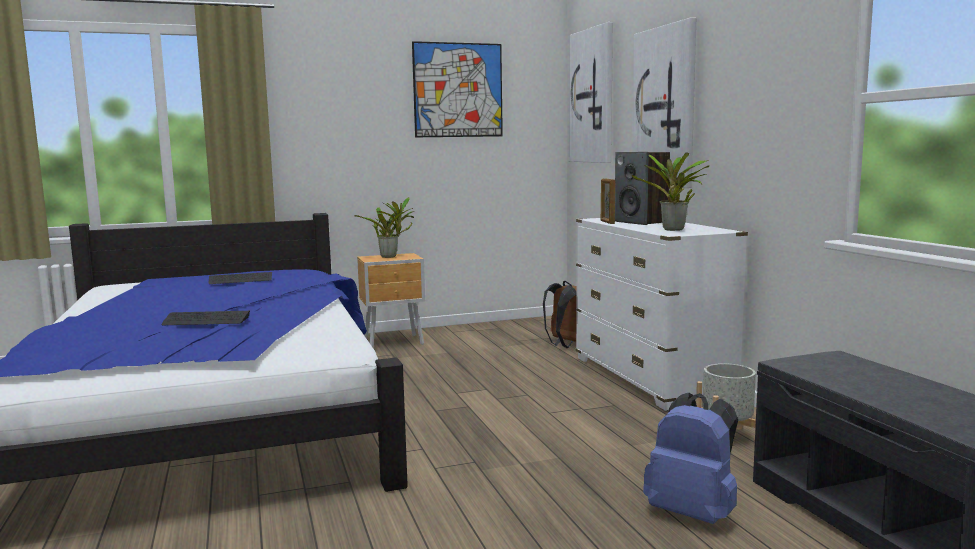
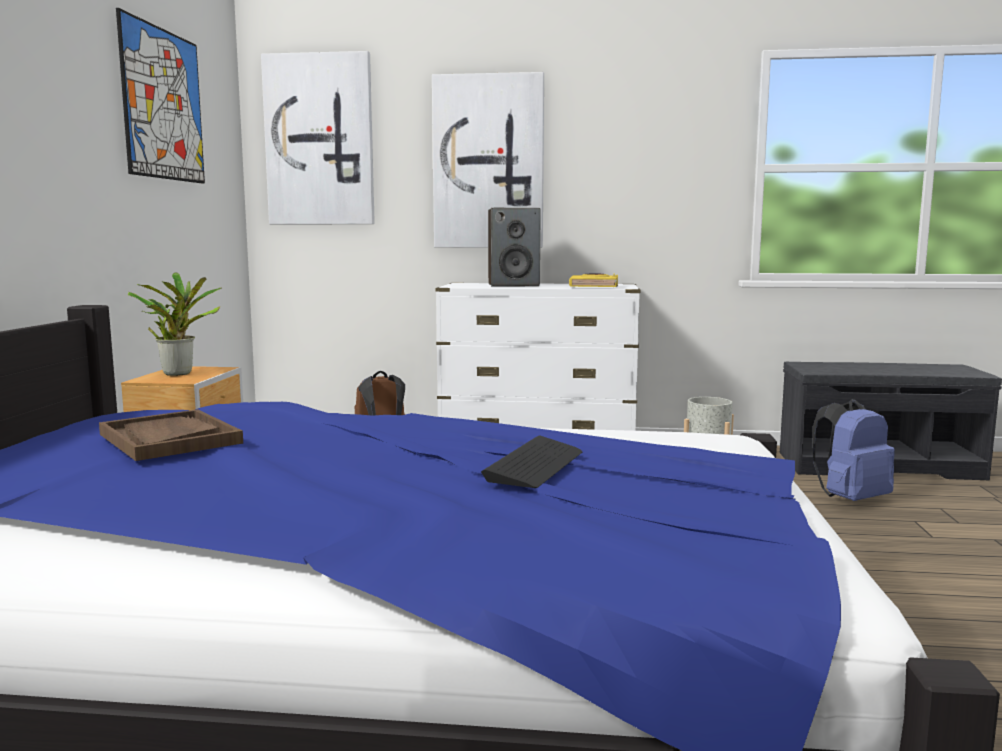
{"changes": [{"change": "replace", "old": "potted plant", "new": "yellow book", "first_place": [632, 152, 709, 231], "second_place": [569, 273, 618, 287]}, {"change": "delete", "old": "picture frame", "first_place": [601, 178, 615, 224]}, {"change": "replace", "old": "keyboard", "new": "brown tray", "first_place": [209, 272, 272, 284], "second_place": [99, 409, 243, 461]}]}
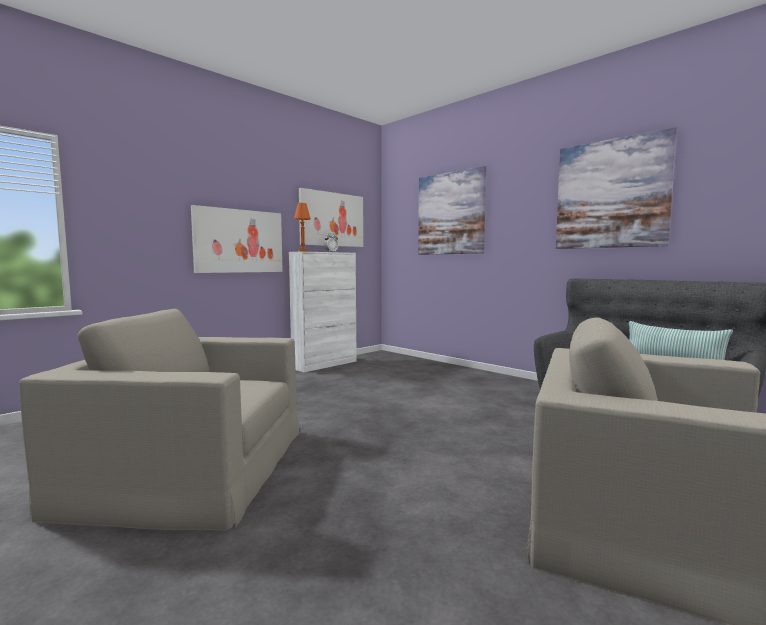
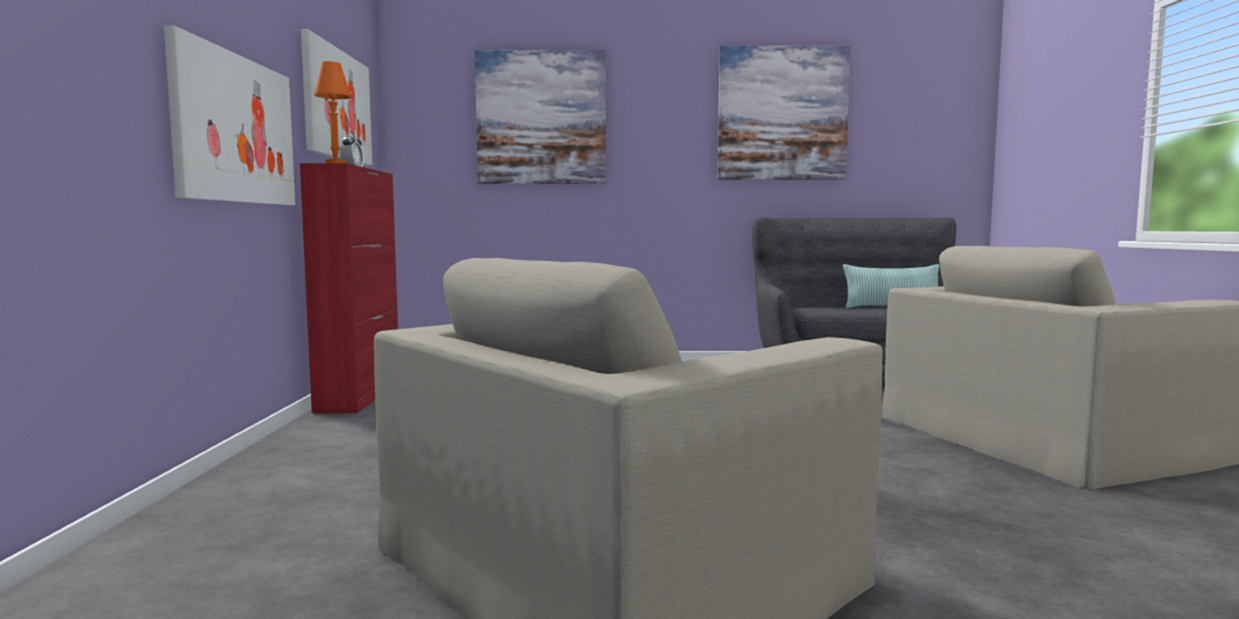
{"changes": [{"change": "recolor", "old": "white cabinet", "new": "red cabinet", "first_place": [289, 251, 357, 372], "second_place": [300, 163, 398, 413]}]}
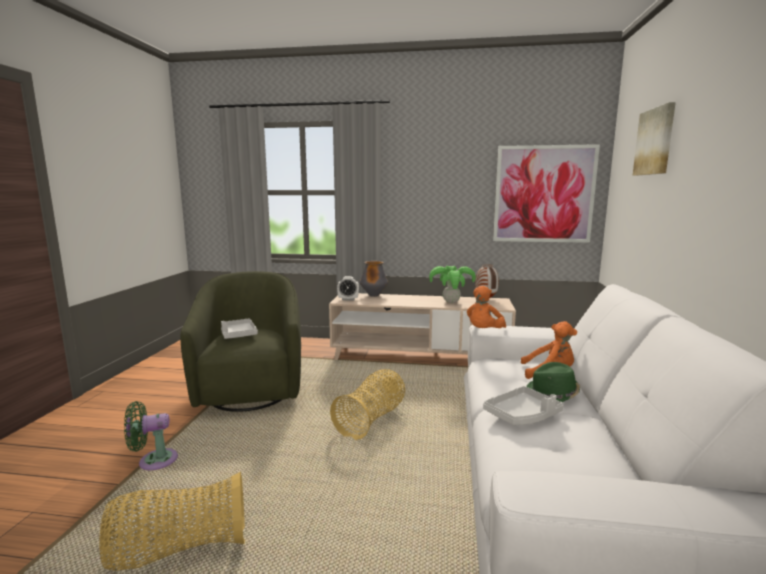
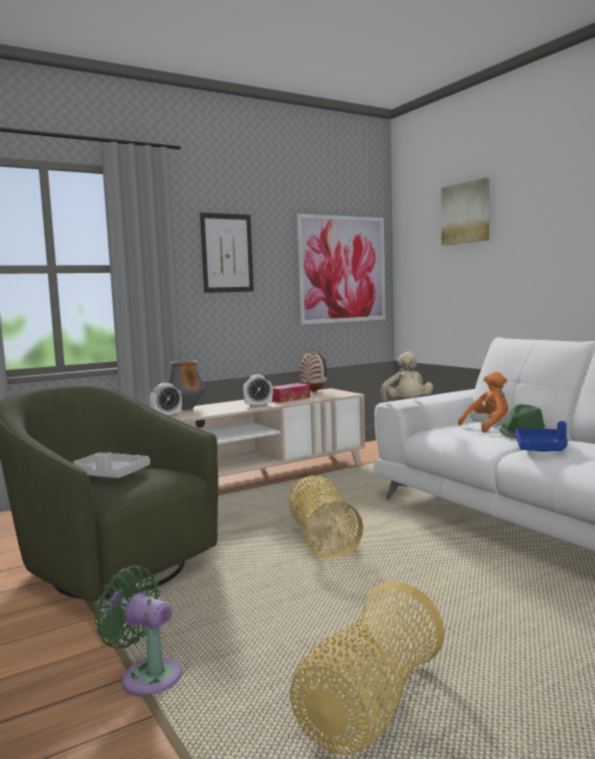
{"changes": [{"change": "replace", "old": "potted plant", "new": "tissue box", "first_place": [429, 266, 476, 303], "second_place": [272, 383, 311, 403]}, {"change": "recolor", "old": "orange plush toy", "new": "beige plush toy", "first_place": [467, 286, 506, 328], "second_place": [381, 352, 433, 402]}, {"change": "recolor", "old": "grey tray", "new": "blue tray", "first_place": [483, 386, 563, 425], "second_place": [515, 421, 568, 452]}, {"change": "rotate", "old": "green fan", "first_place": [124, 401, 178, 470], "second_place": [94, 566, 182, 697], "degrees": 90}, {"change": "insert", "new": "picture", "second_place": [200, 213, 254, 293]}, {"change": "insert", "new": "alarm clock", "second_place": [243, 375, 273, 408]}]}
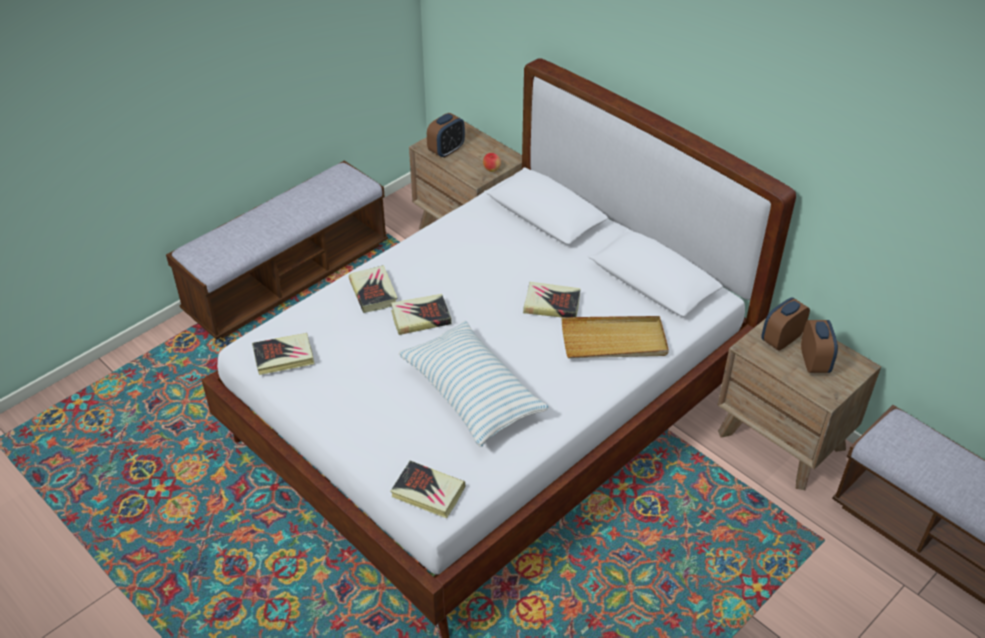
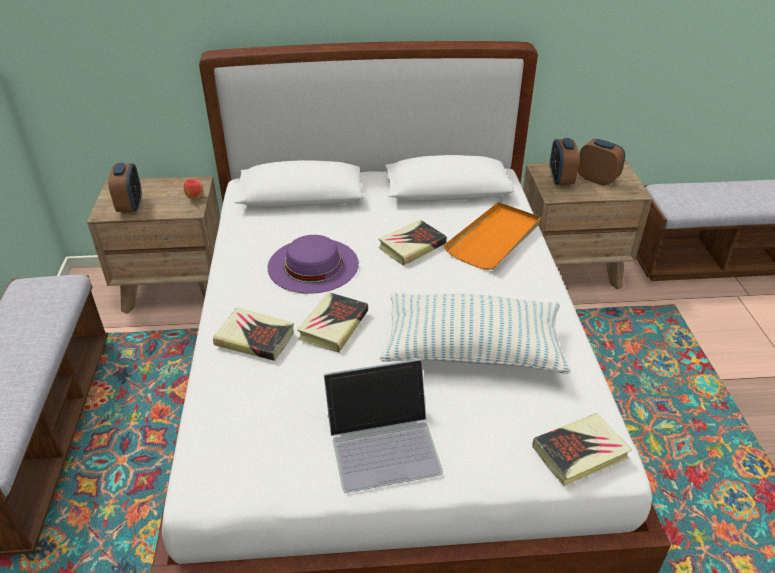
{"changes": [{"change": "recolor", "old": "beige tray", "new": "orange tray", "first_place": [562, 316, 669, 358], "second_place": [444, 202, 541, 270]}, {"change": "delete", "old": "book", "first_place": [252, 333, 315, 375]}, {"change": "insert", "new": "purple hat", "second_place": [268, 235, 359, 294]}, {"change": "insert", "new": "laptop", "second_place": [324, 359, 443, 493]}]}
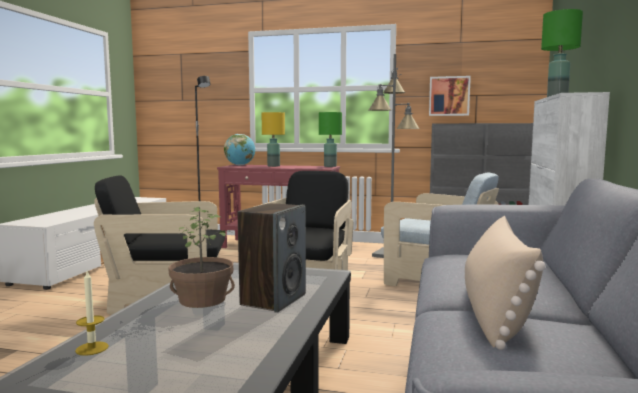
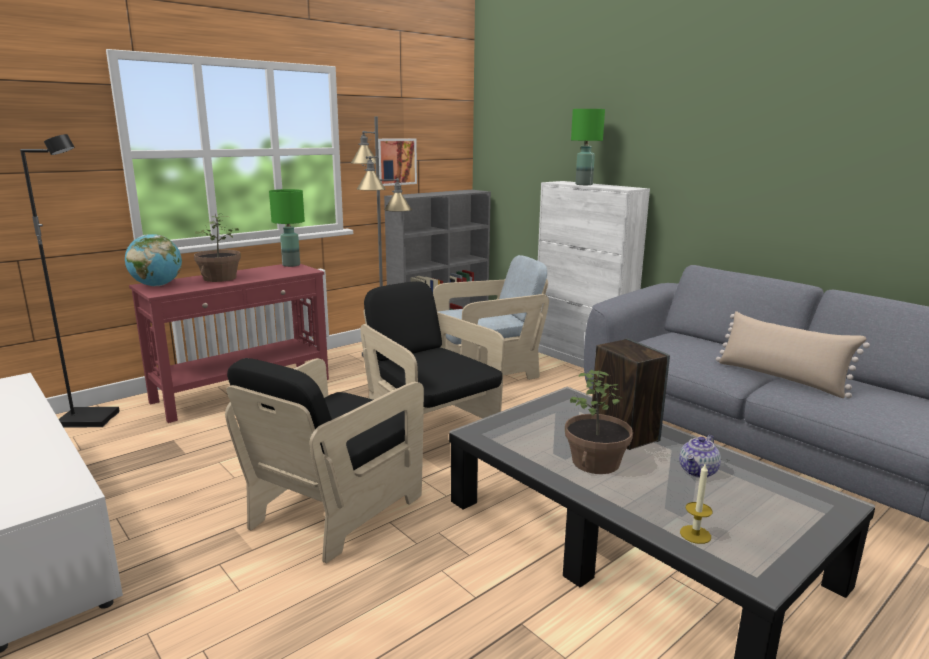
{"changes": [{"change": "replace", "old": "yellow table lamp", "new": "potted plant", "first_place": [262, 112, 285, 167], "second_place": [194, 214, 241, 282]}, {"change": "insert", "new": "teapot", "second_place": [679, 435, 721, 478]}]}
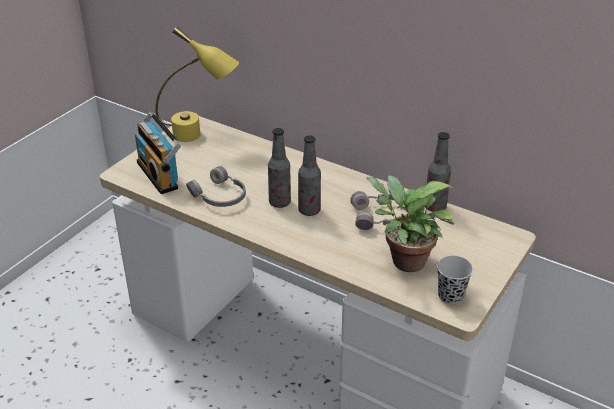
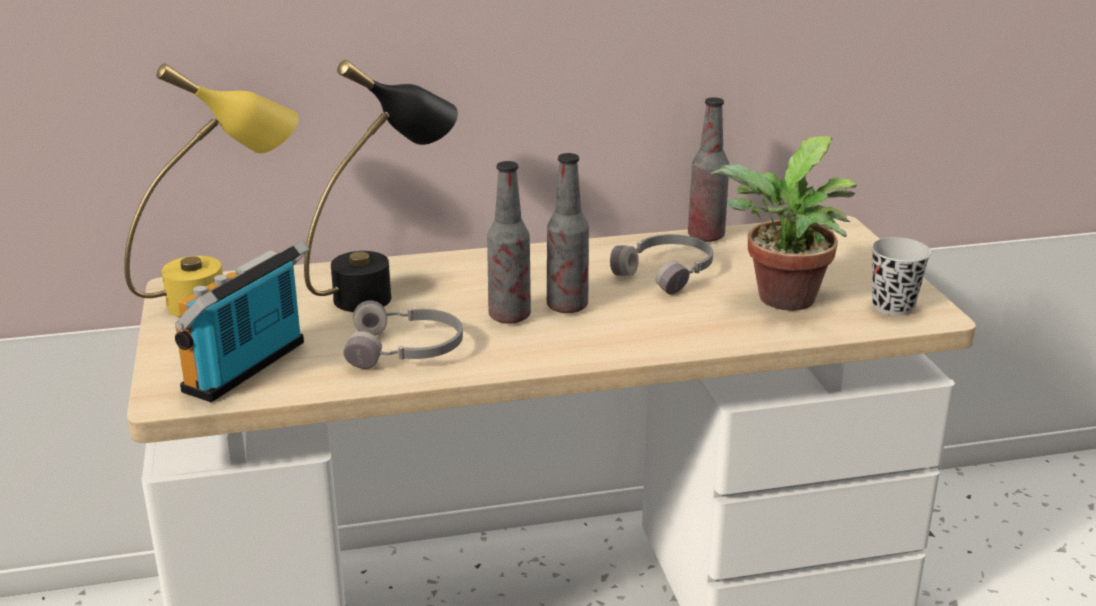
{"changes": [{"change": "rotate", "old": "radio", "first_place": [135, 111, 181, 194], "second_place": [175, 241, 310, 403], "degrees": 105}, {"change": "insert", "new": "black table lamp", "second_place": [304, 60, 458, 312]}]}
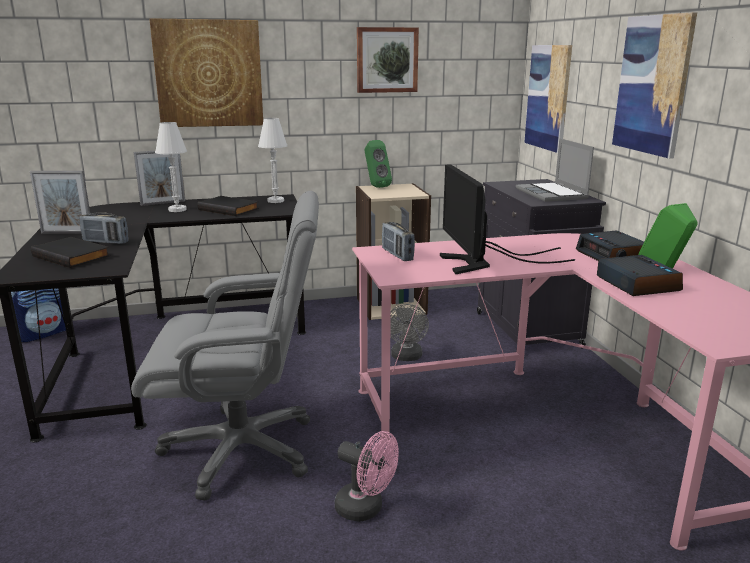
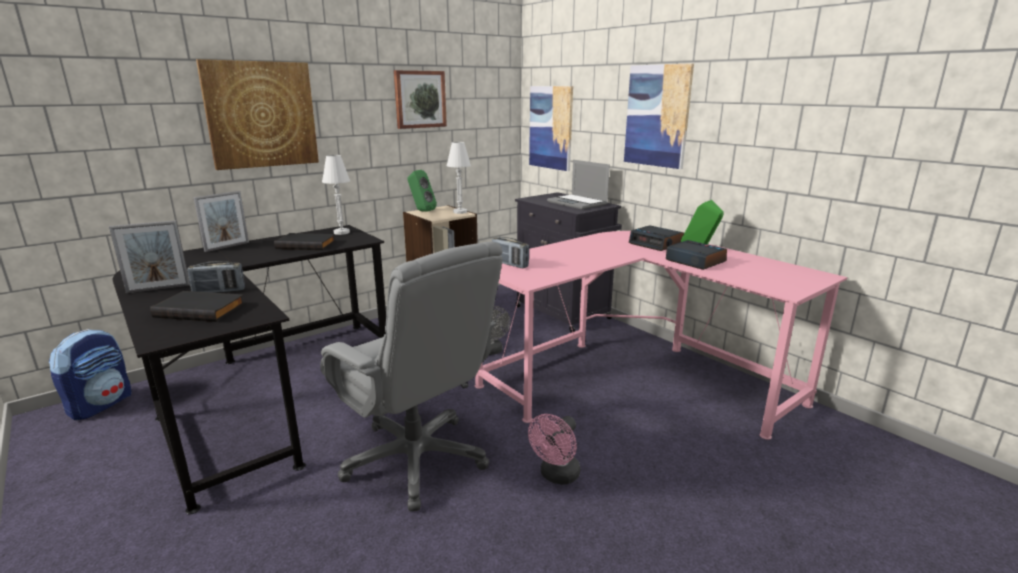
{"changes": [{"change": "move", "old": "white table lamp", "first_place": [155, 122, 187, 212], "second_place": [447, 142, 471, 214]}, {"change": "delete", "old": "monitor", "first_place": [440, 165, 575, 274]}, {"change": "rotate", "old": "grey office chair", "first_place": [131, 191, 319, 501], "second_place": [320, 242, 503, 512], "degrees": 75}, {"change": "rotate", "old": "pink fan", "first_place": [335, 431, 399, 522], "second_place": [528, 414, 580, 485], "degrees": 120}]}
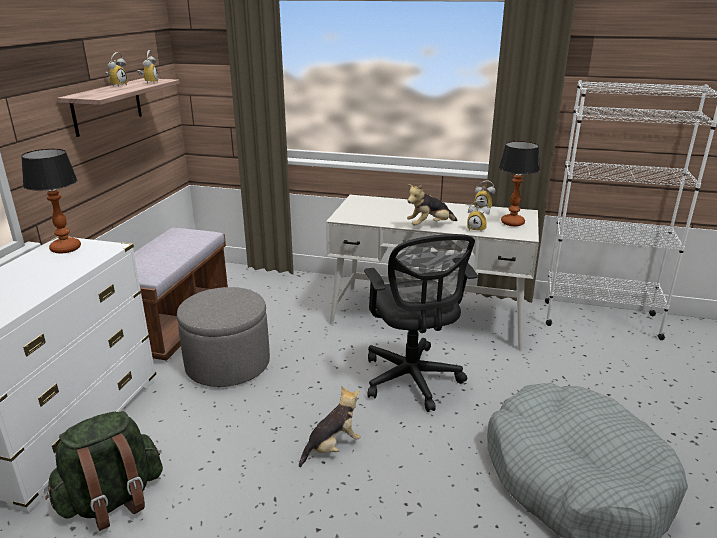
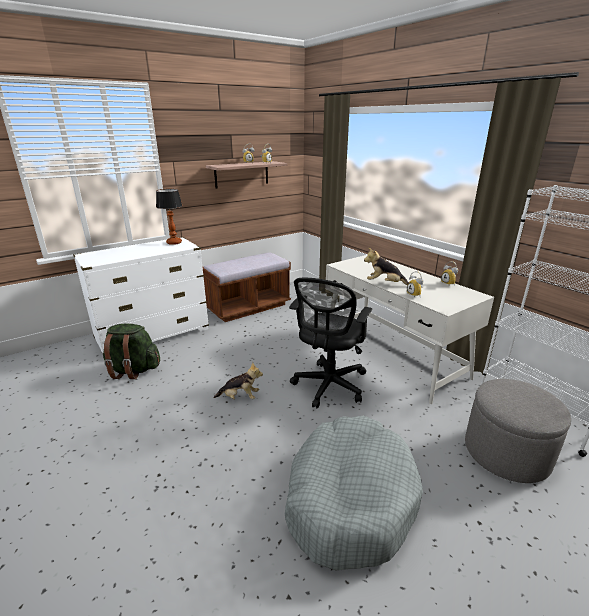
{"changes": [{"change": "delete", "old": "table lamp", "first_place": [499, 141, 540, 226]}, {"change": "move", "old": "grey ottoman", "first_place": [177, 287, 270, 387], "second_place": [465, 379, 571, 483]}]}
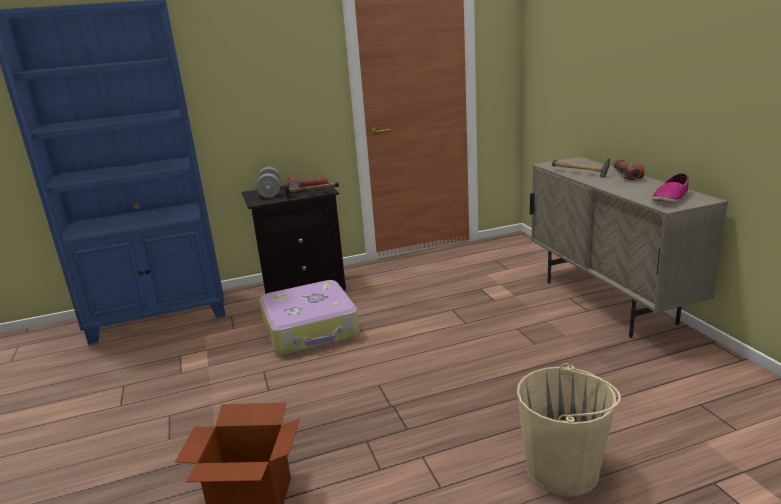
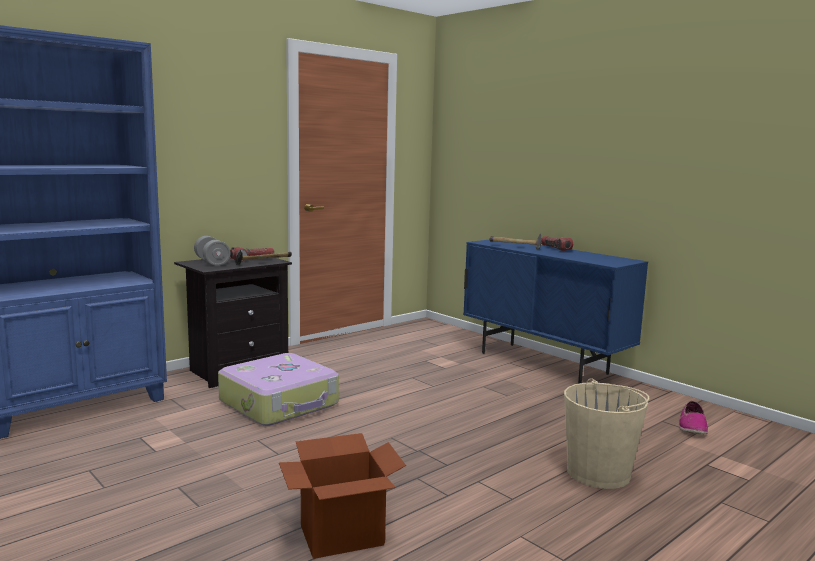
{"changes": [{"change": "recolor", "old": "beige cabinet", "new": "blue cabinet", "first_place": [530, 157, 728, 338], "second_place": [463, 239, 648, 384]}, {"change": "move", "old": "shoe", "first_place": [652, 173, 689, 203], "second_place": [679, 401, 708, 435]}]}
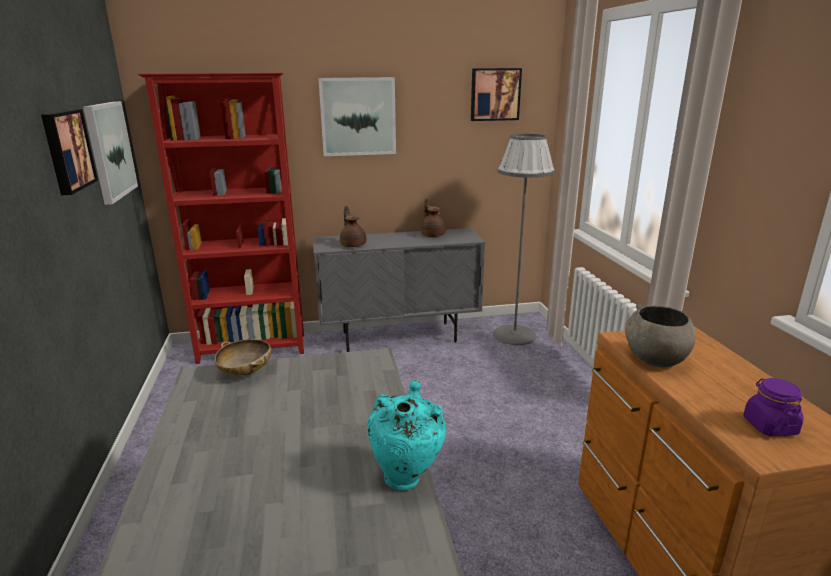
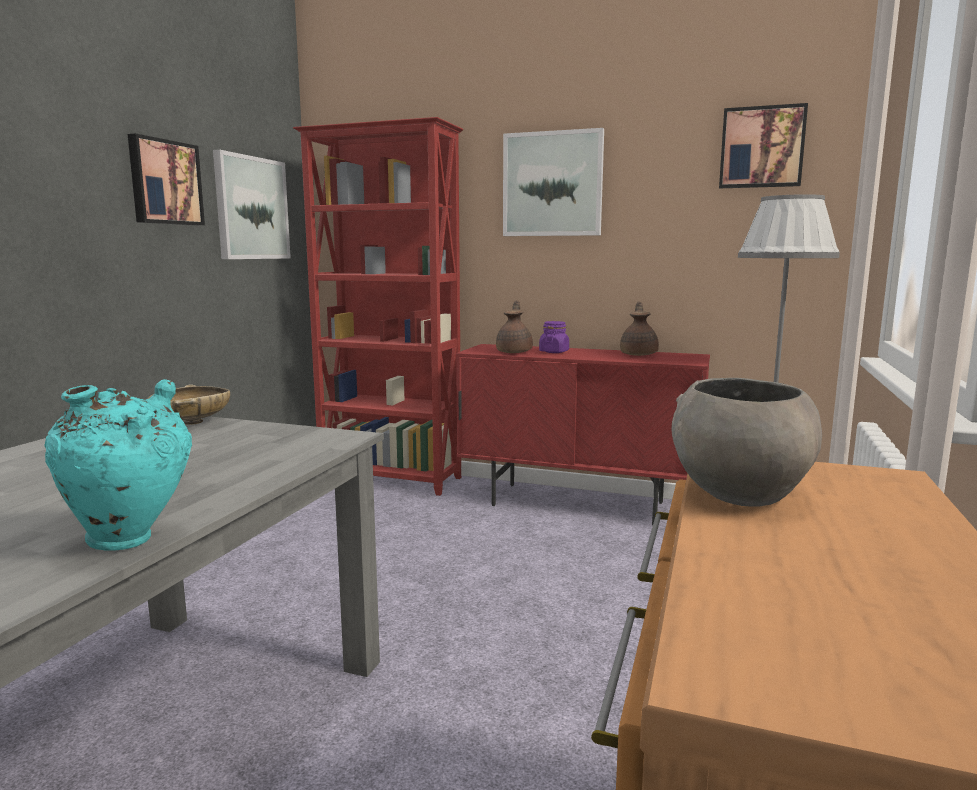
{"changes": [{"change": "recolor", "old": "grey cabinet", "new": "red cabinet", "first_place": [313, 228, 485, 352], "second_place": [456, 344, 710, 525]}, {"change": "move", "old": "purple jar", "first_place": [743, 378, 804, 436], "second_place": [539, 321, 569, 353]}]}
